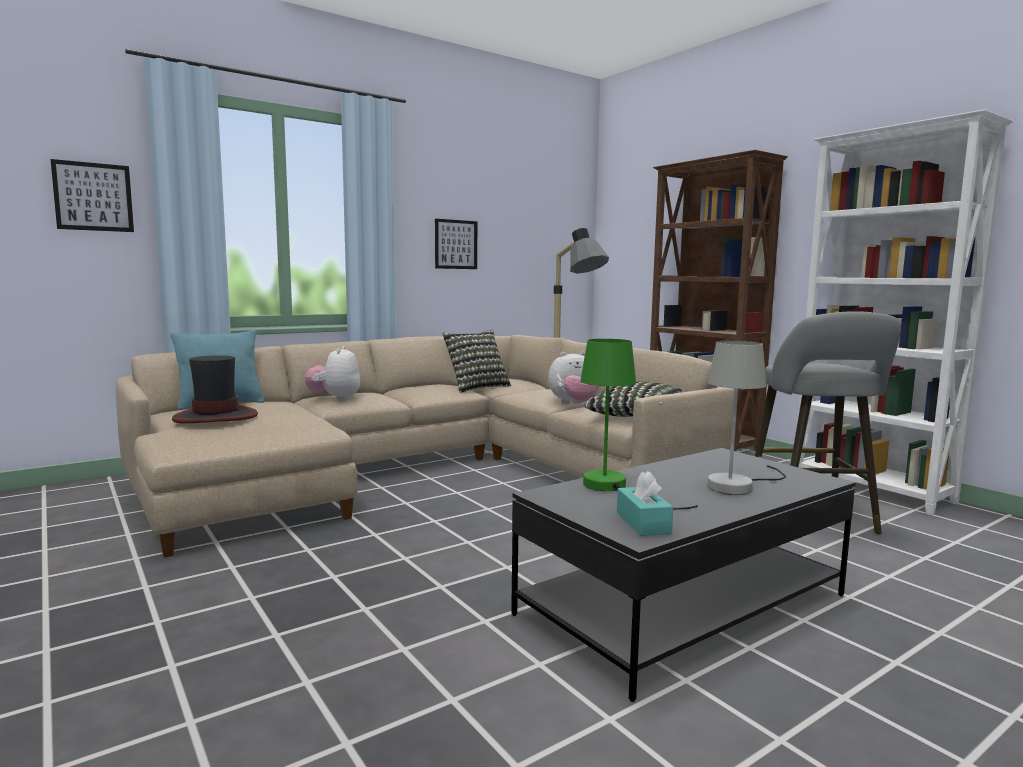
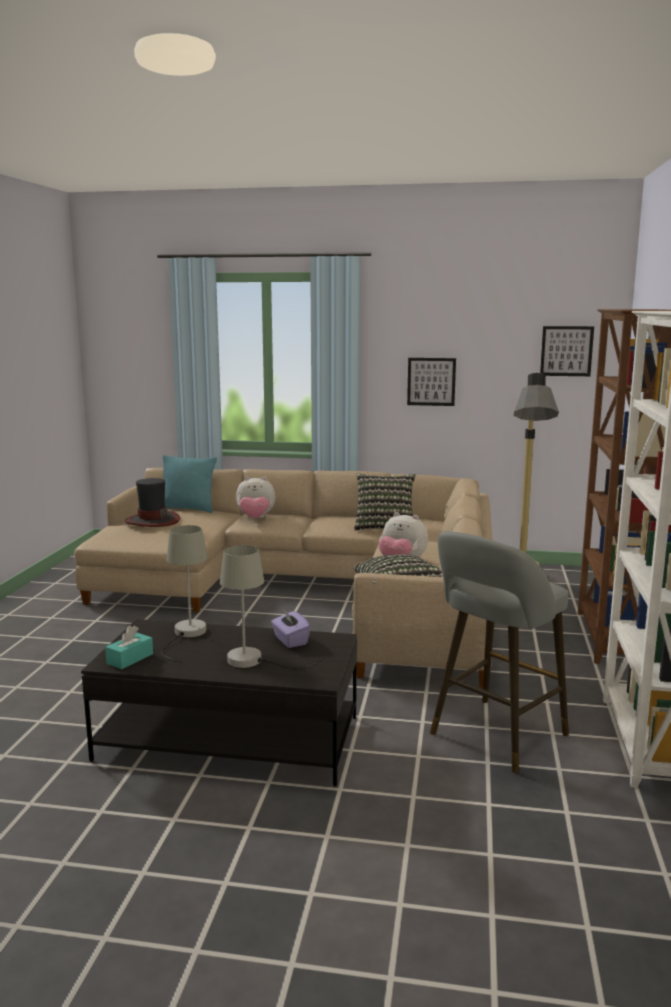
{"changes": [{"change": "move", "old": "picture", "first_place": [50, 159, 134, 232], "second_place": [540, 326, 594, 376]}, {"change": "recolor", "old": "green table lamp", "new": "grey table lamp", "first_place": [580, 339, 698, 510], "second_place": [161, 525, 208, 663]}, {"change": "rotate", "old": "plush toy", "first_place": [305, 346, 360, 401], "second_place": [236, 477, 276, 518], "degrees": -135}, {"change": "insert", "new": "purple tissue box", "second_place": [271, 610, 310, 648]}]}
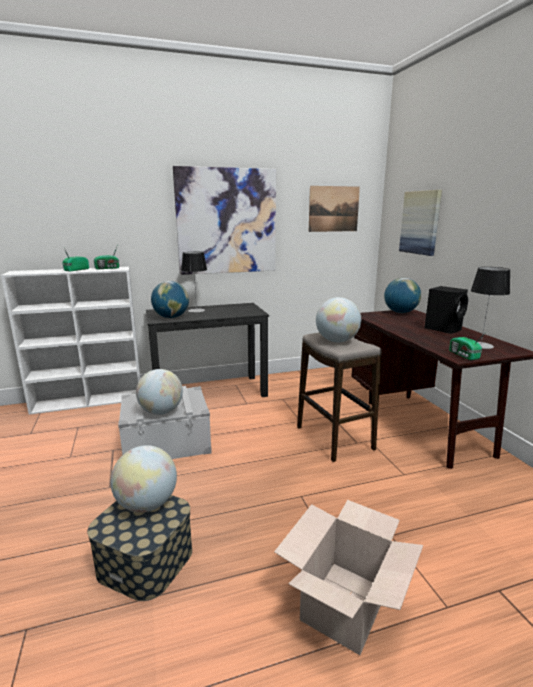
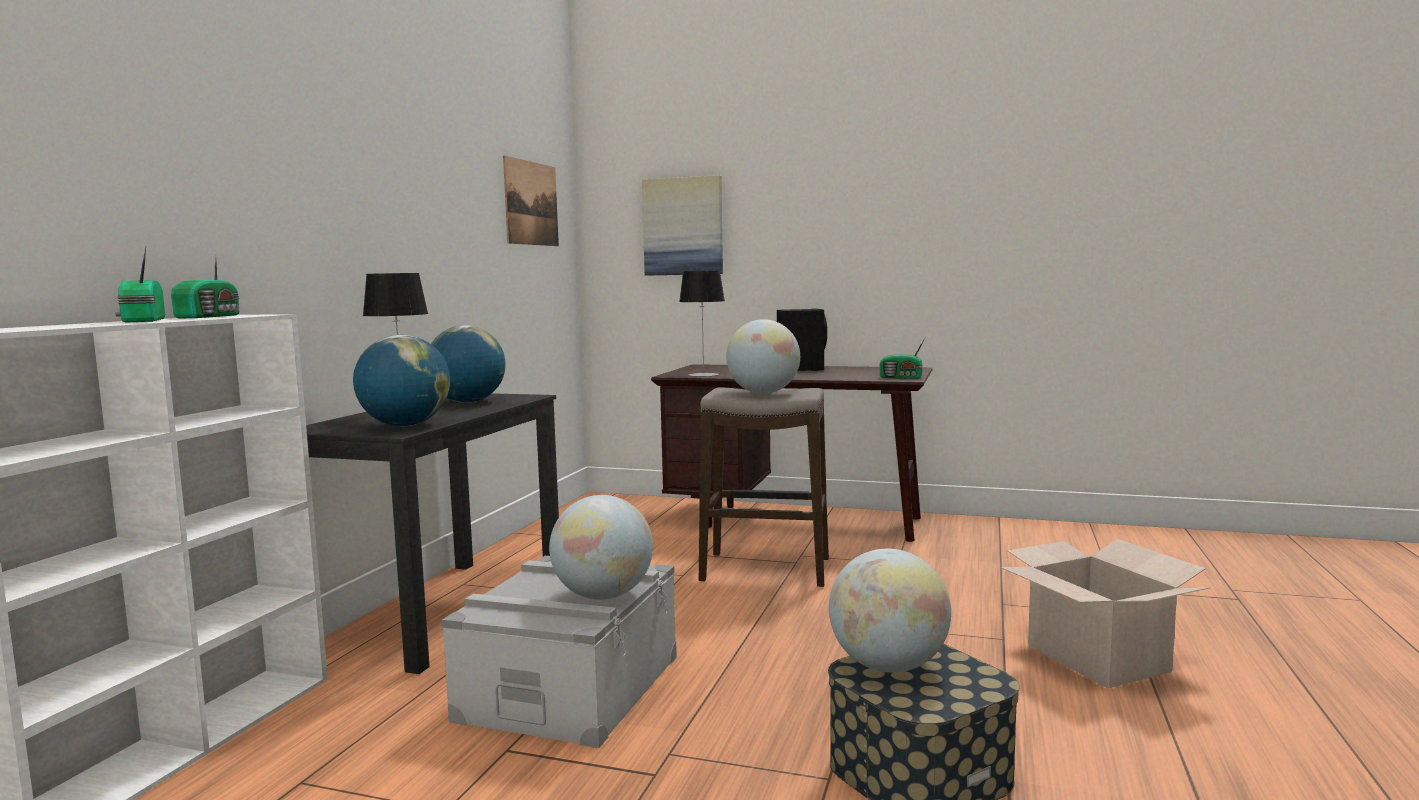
{"changes": [{"change": "delete", "old": "picture", "first_place": [173, 166, 276, 275]}, {"change": "move", "old": "table lamp", "first_place": [471, 267, 510, 349], "second_place": [679, 270, 725, 377]}, {"change": "move", "old": "globe", "first_place": [384, 278, 421, 313], "second_place": [431, 325, 506, 403]}]}
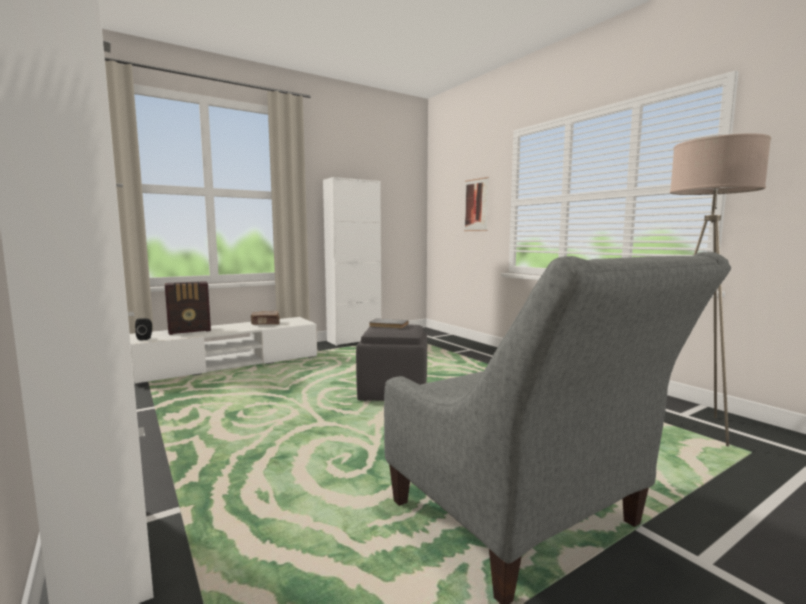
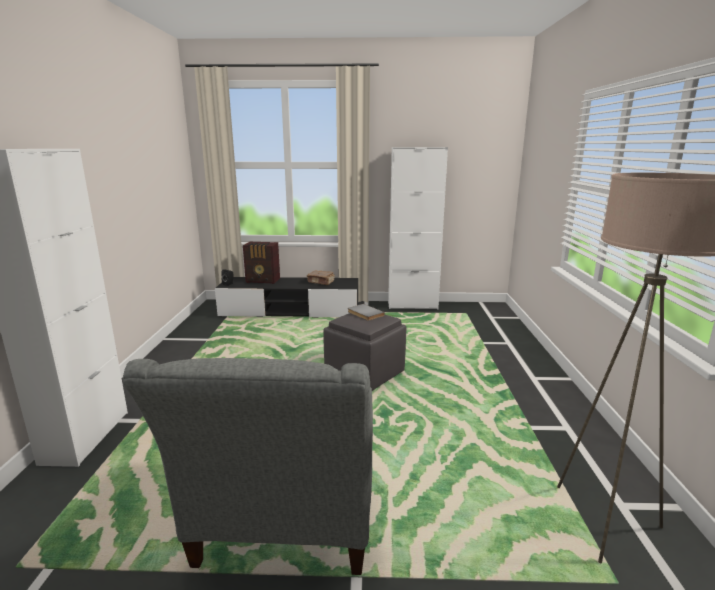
{"changes": [{"change": "delete", "old": "picture", "first_place": [464, 177, 489, 231]}, {"change": "recolor", "old": "white tv stand", "new": "black tv stand", "first_place": [130, 317, 317, 385], "second_place": [215, 277, 358, 318]}]}
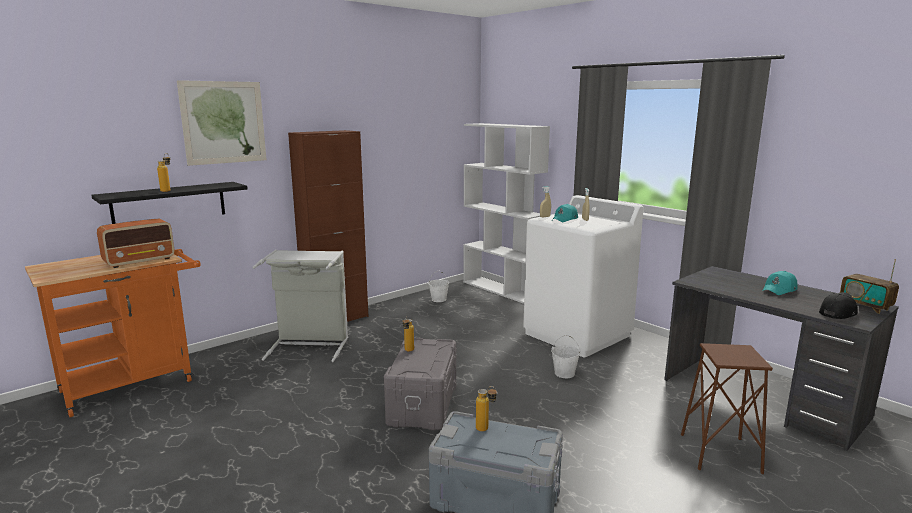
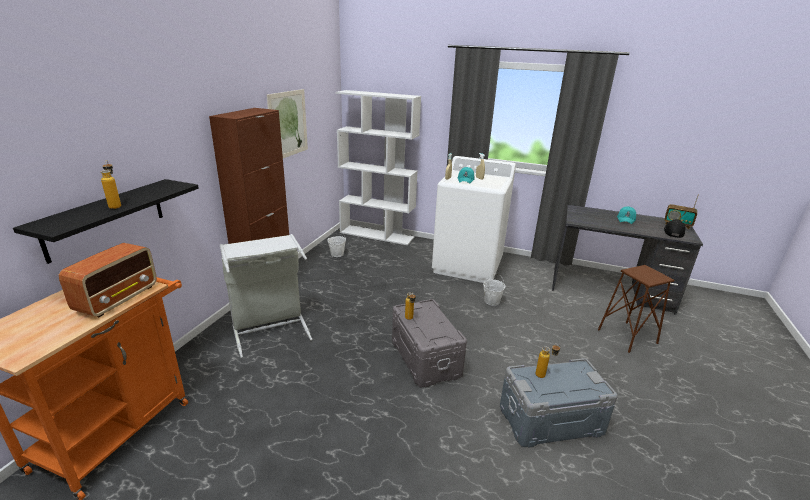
{"changes": [{"change": "move", "old": "picture", "first_place": [177, 80, 267, 166], "second_place": [267, 89, 308, 158]}]}
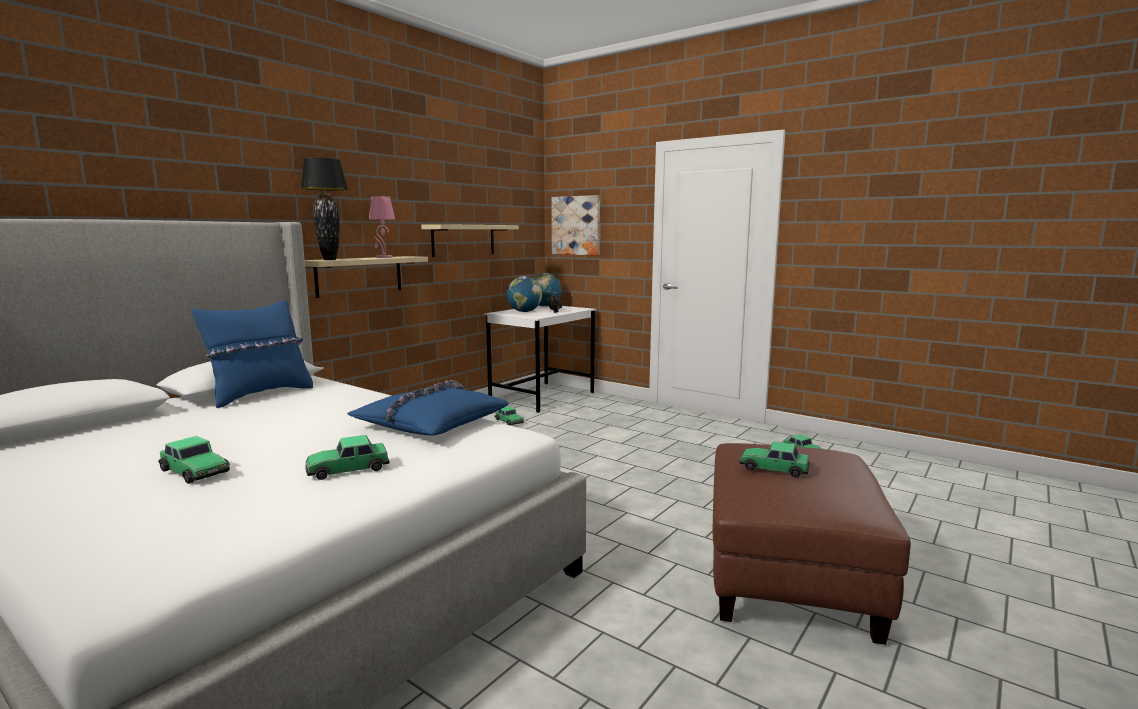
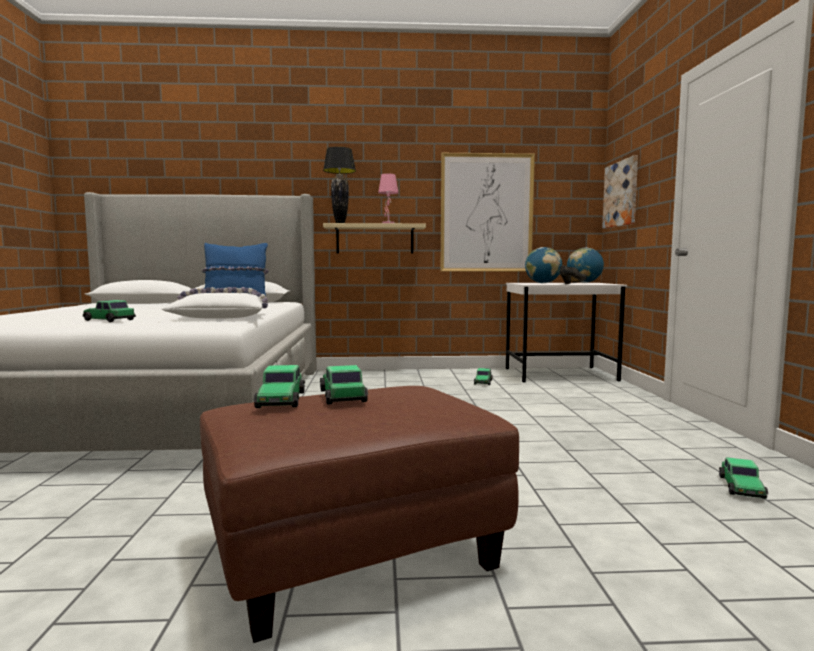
{"changes": [{"change": "replace", "old": "beige shelf", "new": "picture", "first_place": [421, 224, 519, 257], "second_place": [441, 153, 535, 271]}, {"change": "recolor", "old": "blue pillow", "new": "white pillow", "first_place": [347, 380, 509, 436], "second_place": [161, 287, 269, 319]}, {"change": "move", "old": "toy car", "first_place": [158, 436, 230, 484], "second_place": [253, 365, 305, 408]}]}
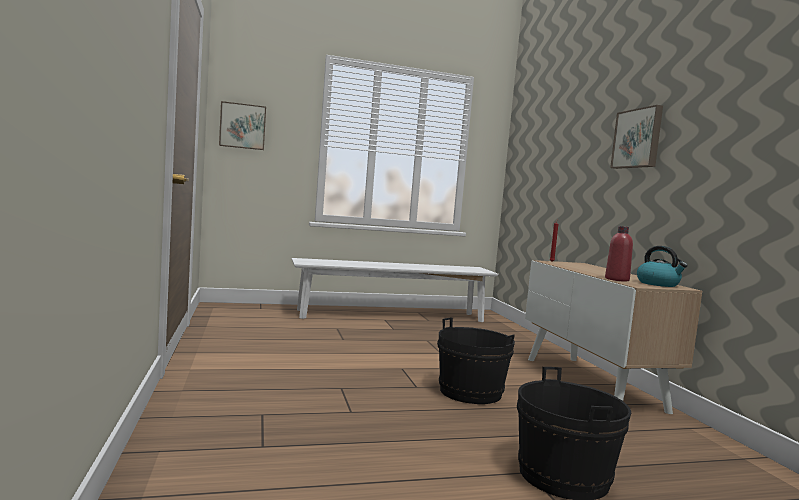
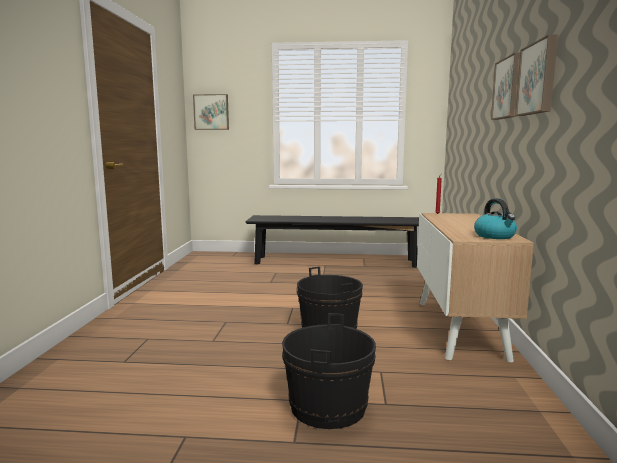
{"changes": [{"change": "delete", "old": "red bottle", "first_place": [605, 226, 633, 282]}, {"change": "recolor", "old": "white bench", "new": "black bench", "first_place": [291, 258, 498, 322], "second_place": [245, 215, 419, 268]}, {"change": "insert", "new": "picture", "second_place": [515, 34, 558, 116]}]}
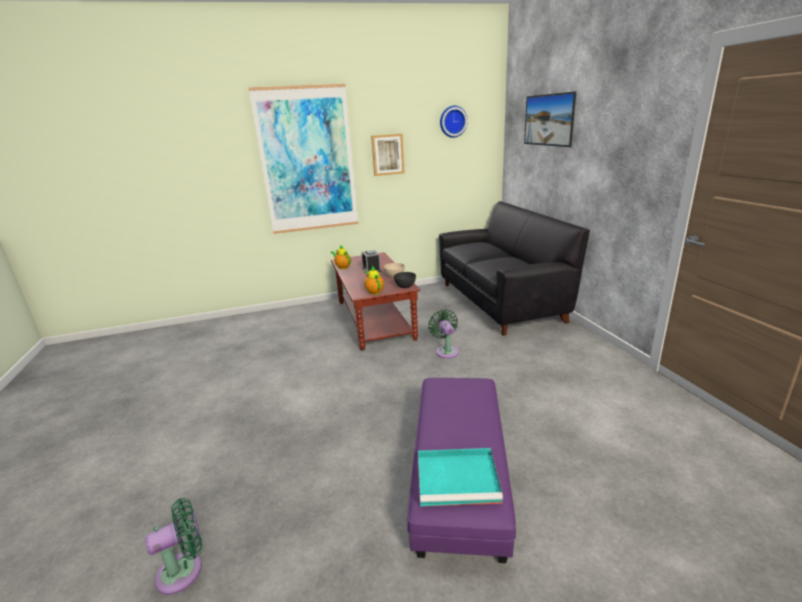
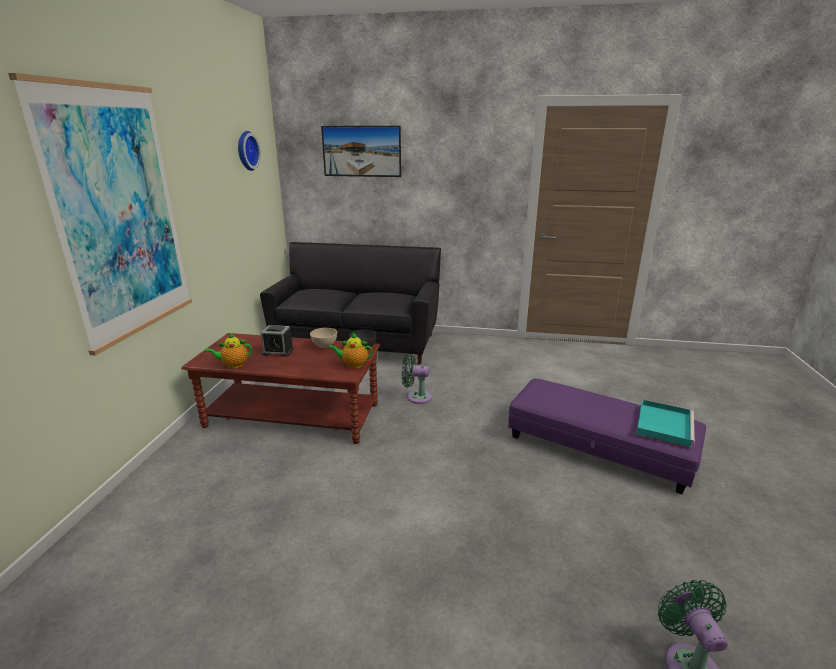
{"changes": [{"change": "delete", "old": "picture", "first_place": [371, 134, 405, 176]}]}
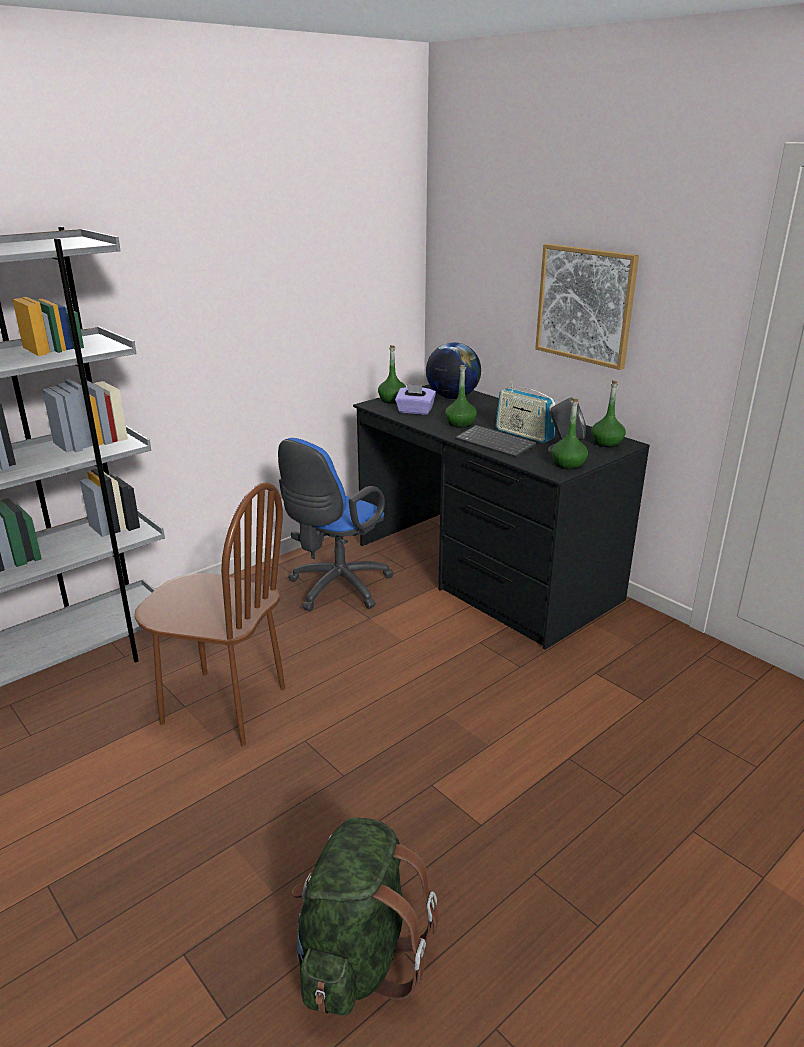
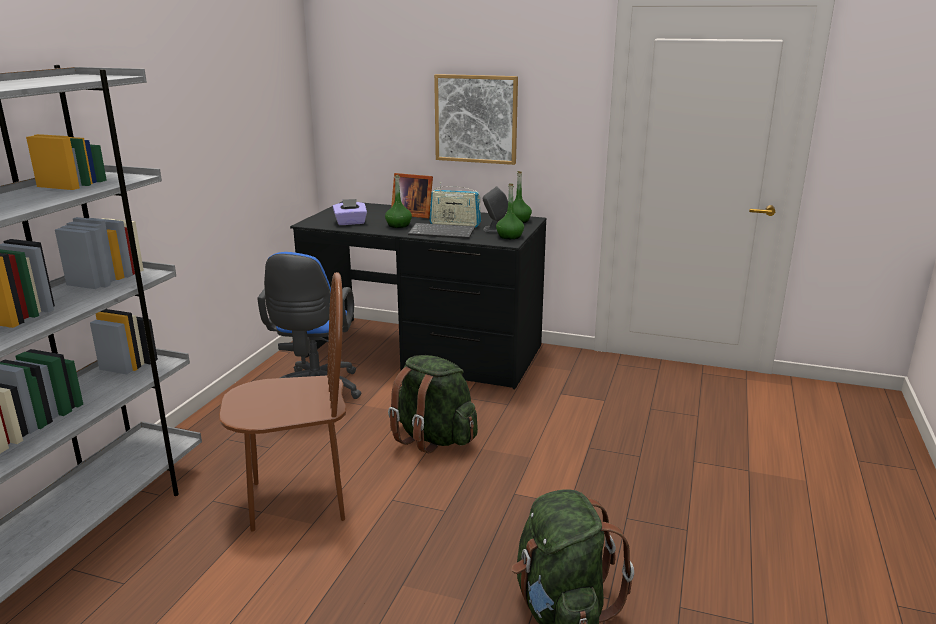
{"changes": [{"change": "delete", "old": "globe", "first_place": [426, 342, 481, 399]}, {"change": "delete", "old": "green bottle", "first_place": [378, 345, 406, 404]}, {"change": "insert", "new": "picture frame", "second_place": [391, 173, 433, 218]}, {"change": "insert", "new": "green backpack", "second_place": [388, 355, 478, 453]}]}
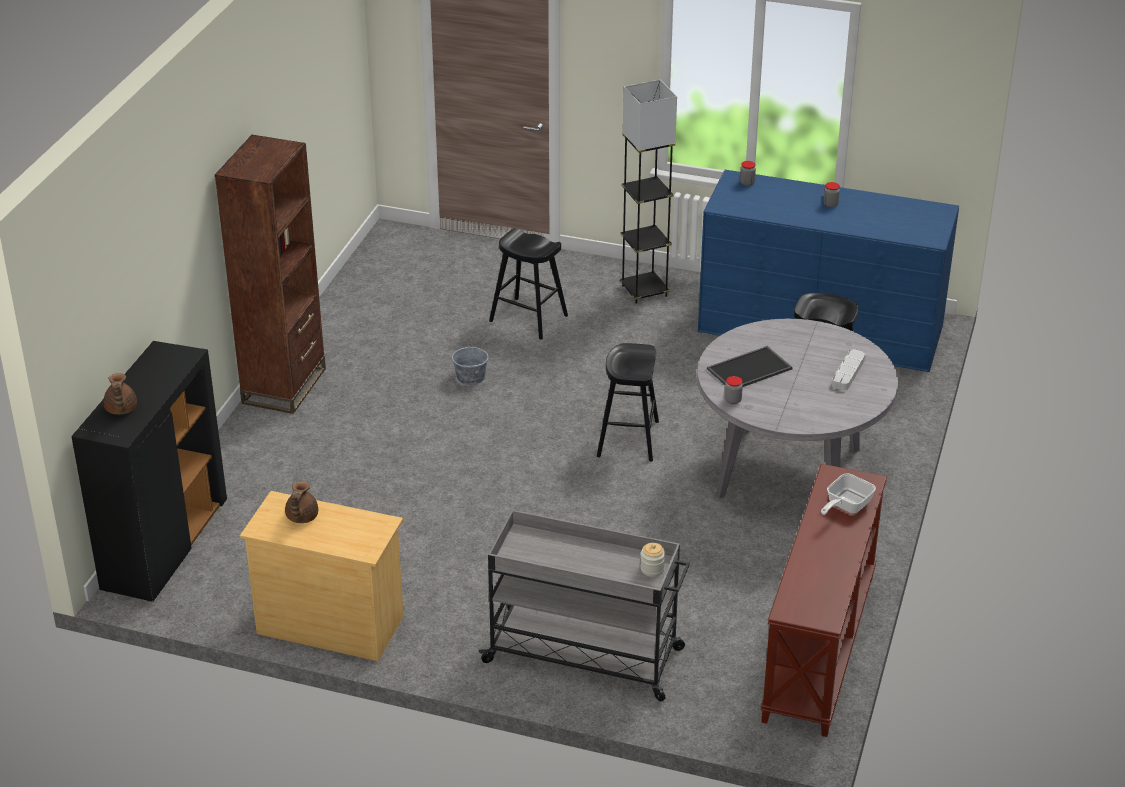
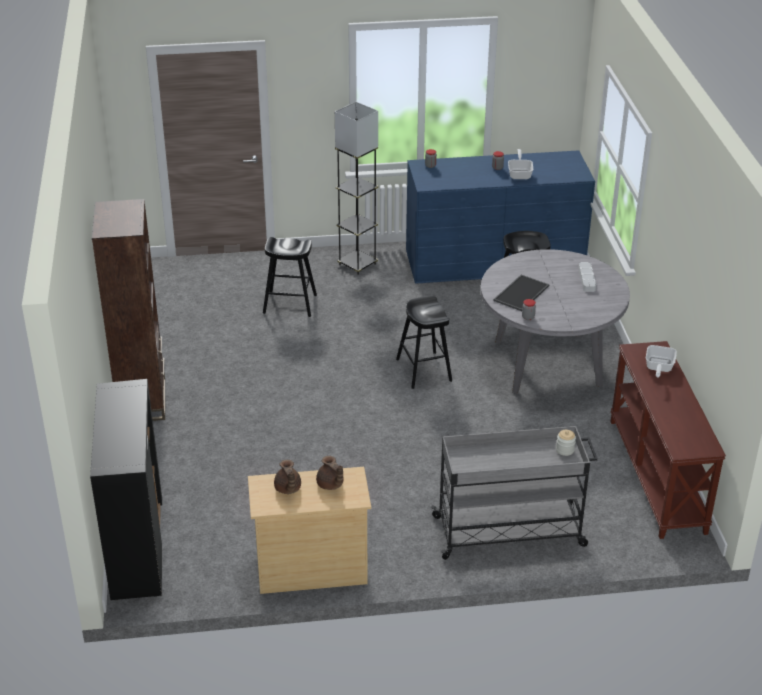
{"changes": [{"change": "delete", "old": "grey bucket", "first_place": [452, 340, 489, 385]}, {"change": "move", "old": "brown teapot", "first_place": [104, 373, 137, 415], "second_place": [316, 456, 344, 490]}, {"change": "insert", "new": "frying pan", "second_place": [508, 149, 533, 179]}]}
